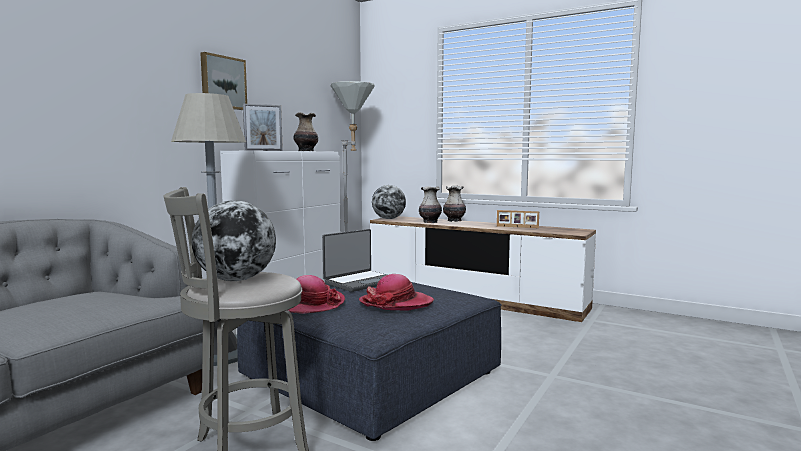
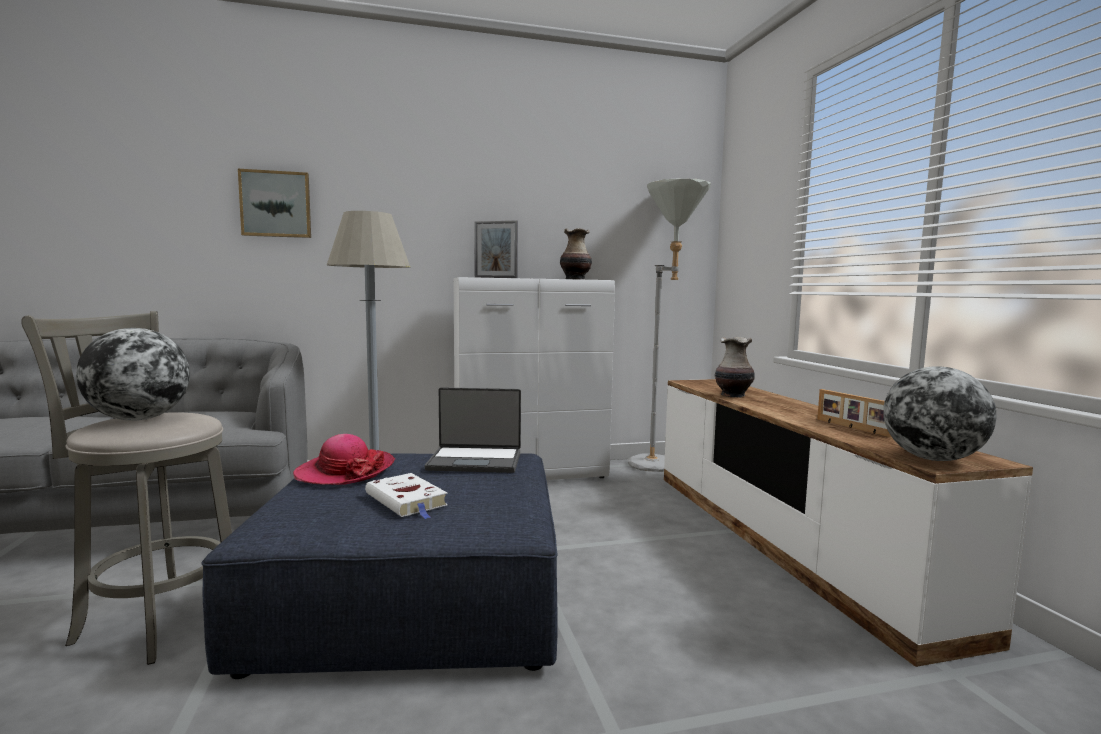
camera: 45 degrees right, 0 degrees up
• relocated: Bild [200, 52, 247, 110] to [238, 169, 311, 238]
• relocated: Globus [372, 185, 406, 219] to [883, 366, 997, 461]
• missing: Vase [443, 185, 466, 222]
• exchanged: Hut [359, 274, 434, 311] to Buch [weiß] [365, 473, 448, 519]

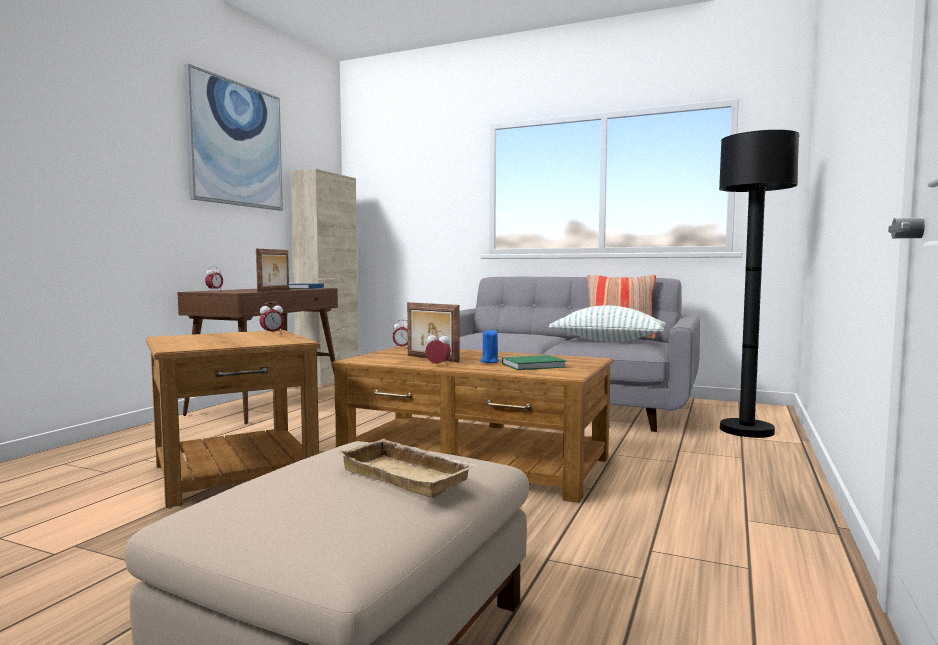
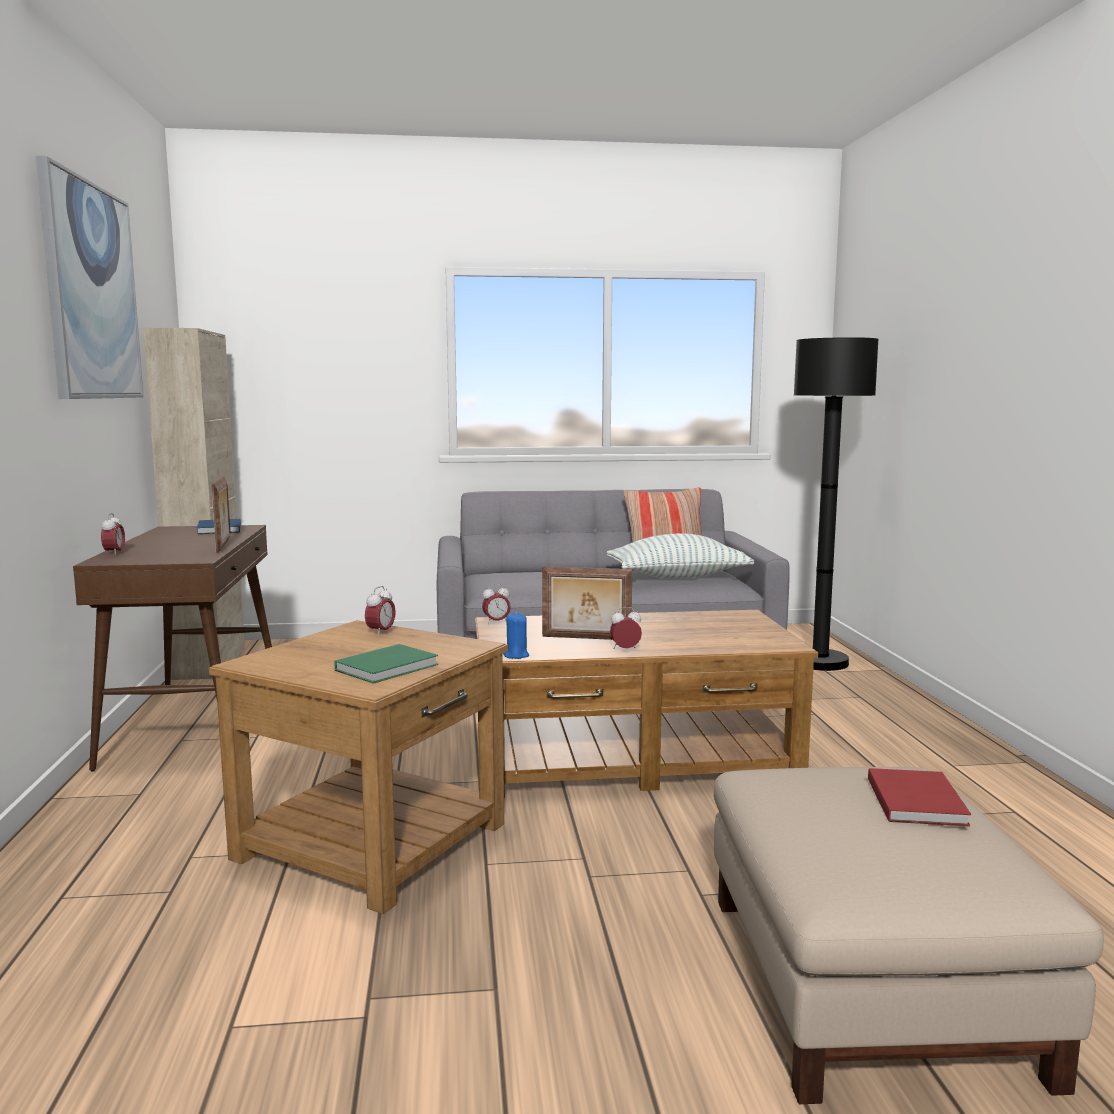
camera: 30 degrees left, 5 degrees up
• relocated: Kerze [blau] [480, 329, 499, 363] to [503, 612, 529, 659]
• relocated: Buch [grün] [502, 355, 566, 370] to [334, 644, 438, 684]
• exchanged: Tablett [beige] [336, 439, 478, 498] to Buch [rot] [868, 768, 971, 826]

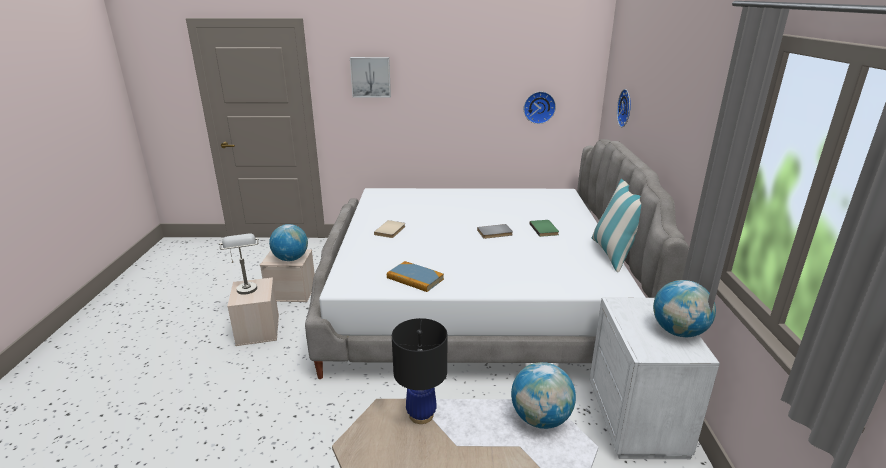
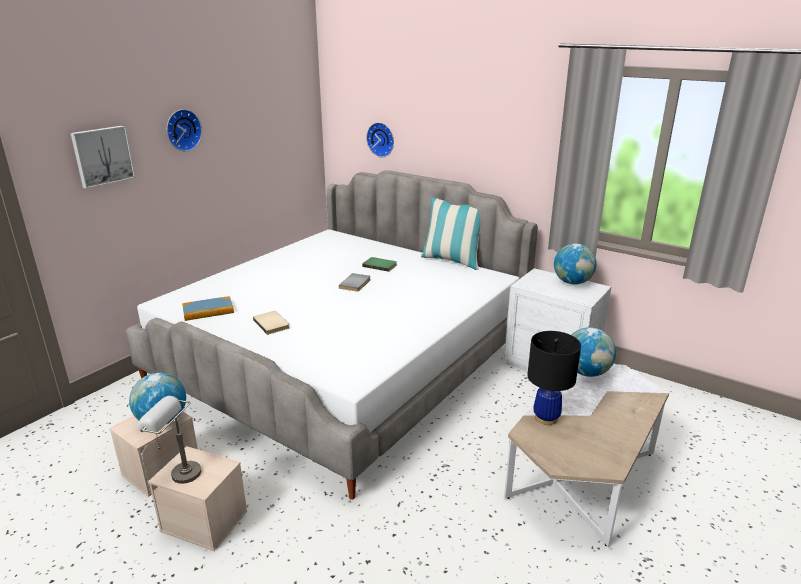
camera: 55 degrees left, 0 degrees up
• relocated: Wanduhr [524, 92, 556, 124] to [167, 109, 202, 151]
• relocated: Buch [387, 261, 444, 292] to [182, 296, 234, 321]

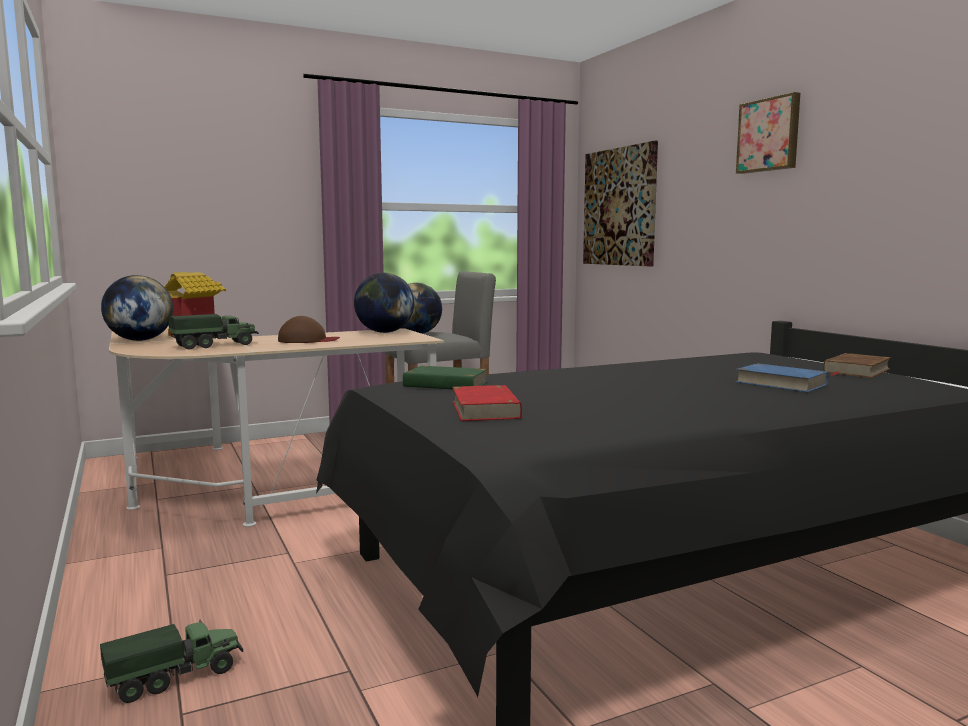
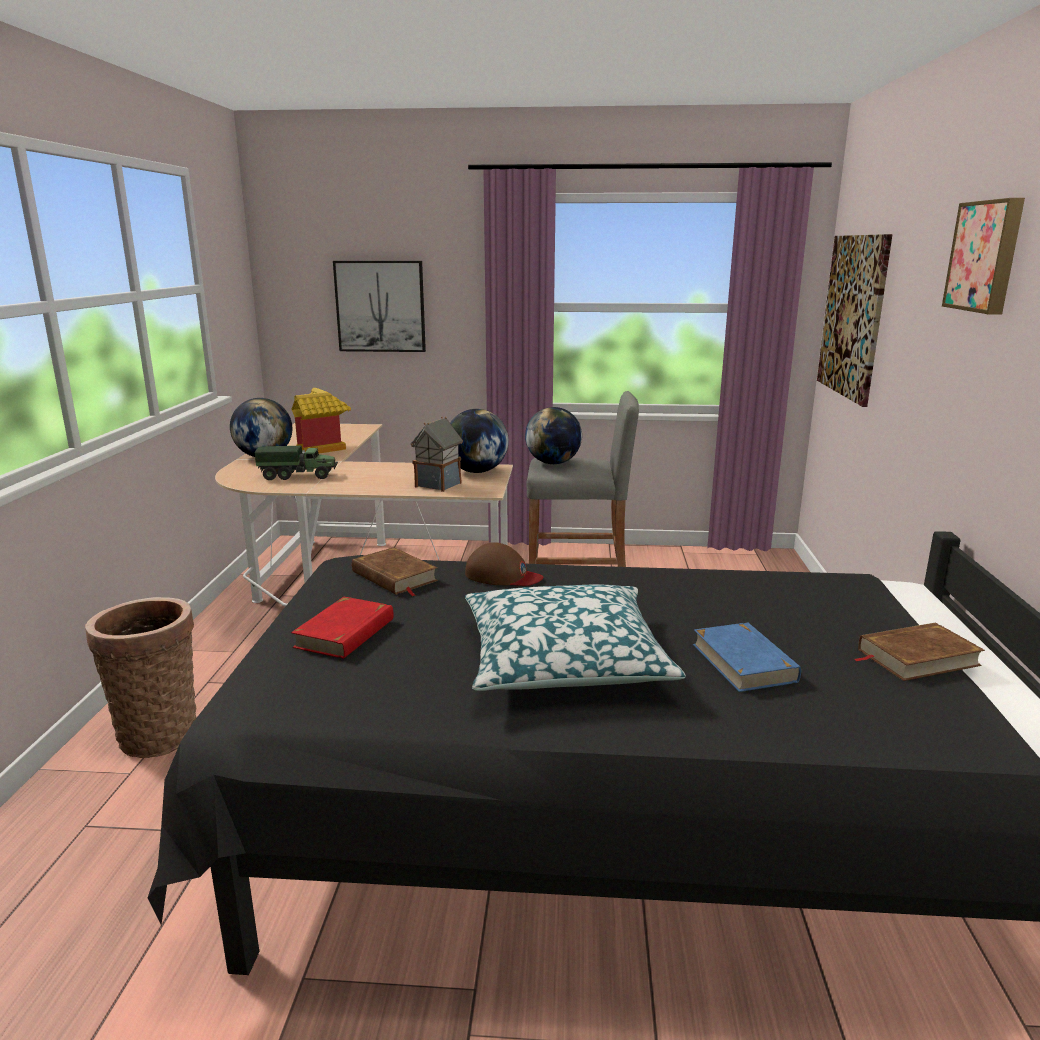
camera: 30 degrees right, 10 degrees up
• relocated: Kappe [braun] [278, 316, 340, 343] to [465, 542, 544, 586]
• colour: Buch [grün] [403, 366, 488, 390] to Buch [braun] [352, 547, 438, 596]
• missing: Spielzeuglaster [100, 620, 243, 703]
• appeared: Bild [333, 261, 426, 352]
• appeared: Spielzeughaus [410, 417, 463, 492]
• appeared: Kissen [465, 584, 686, 691]
• appeared: Korb [85, 597, 196, 758]

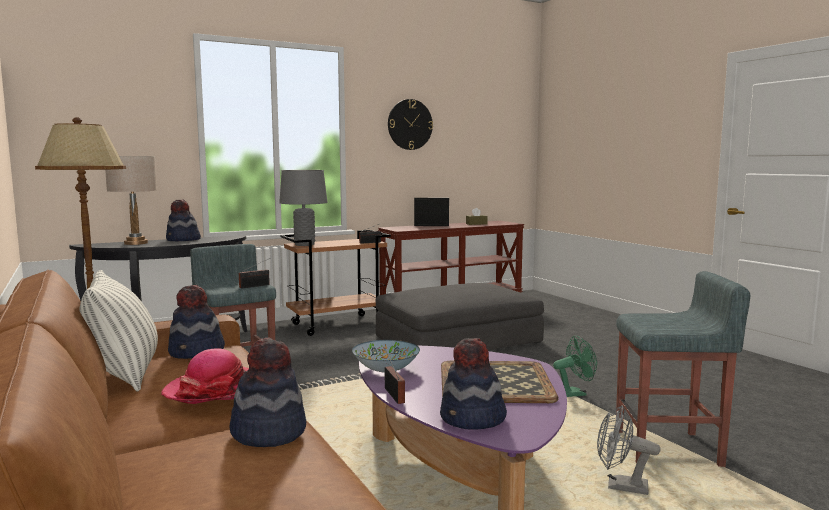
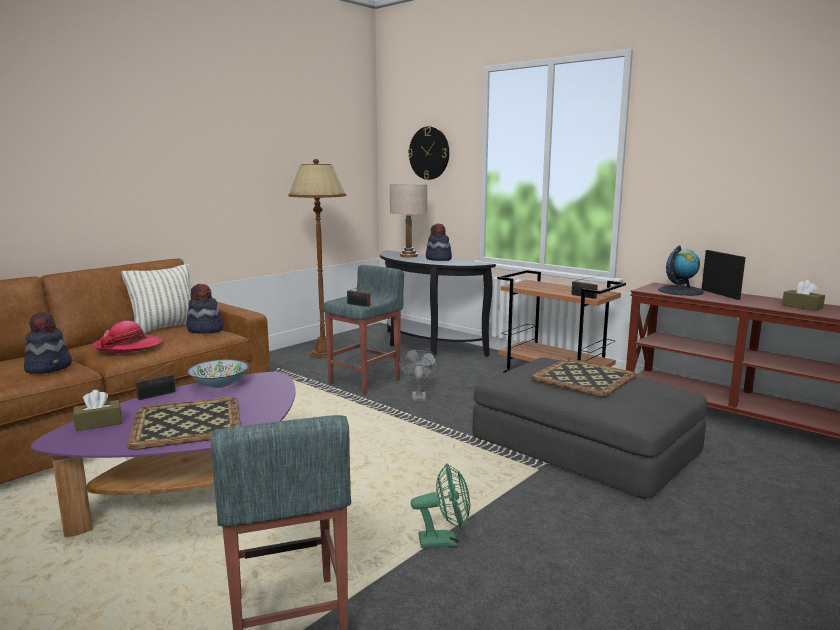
camera: 70 degrees right, 5 degrees up
• relocated: Wanduhr [388, 99, 433, 150] to [408, 126, 449, 180]
• missing: Tischlampe [grau] [279, 170, 328, 246]
• spun: Ventilator [grün] [553, 336, 597, 397] = [411, 463, 470, 548] 60 degrees counterclockwise
• exchanged: Hut [440, 338, 507, 430] to Taschentuchbox [braun] [73, 390, 122, 431]
• relocated: Ventilator [grau] [597, 405, 661, 495] to [399, 347, 439, 401]
• appeared: Globus [658, 245, 704, 296]
• appeared: Tablett [531, 358, 636, 397]

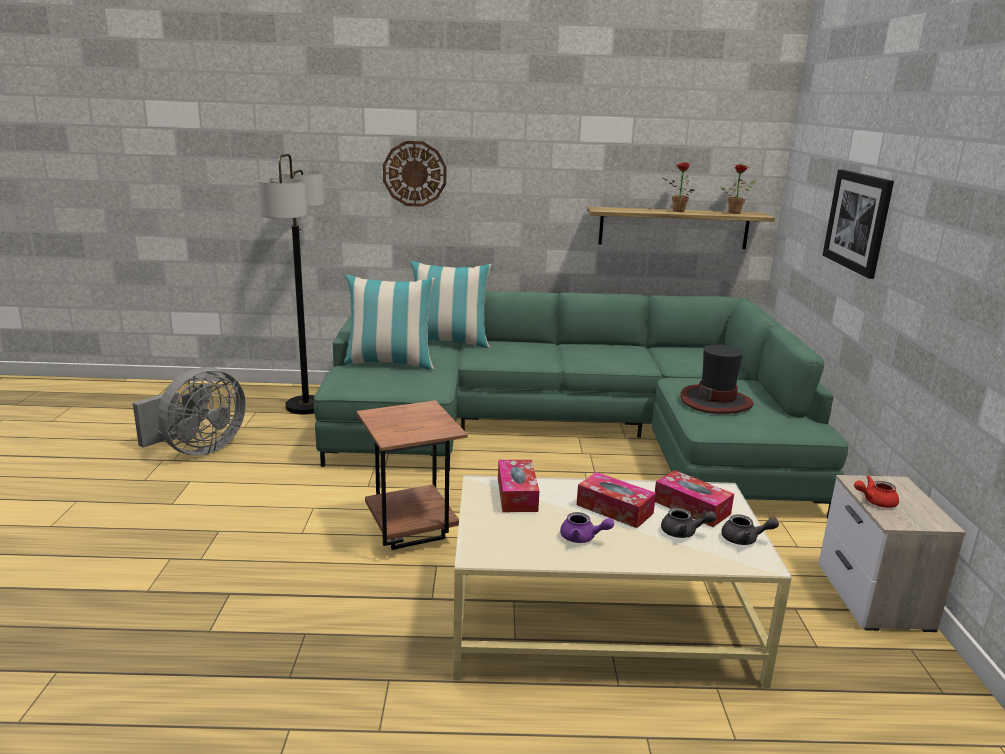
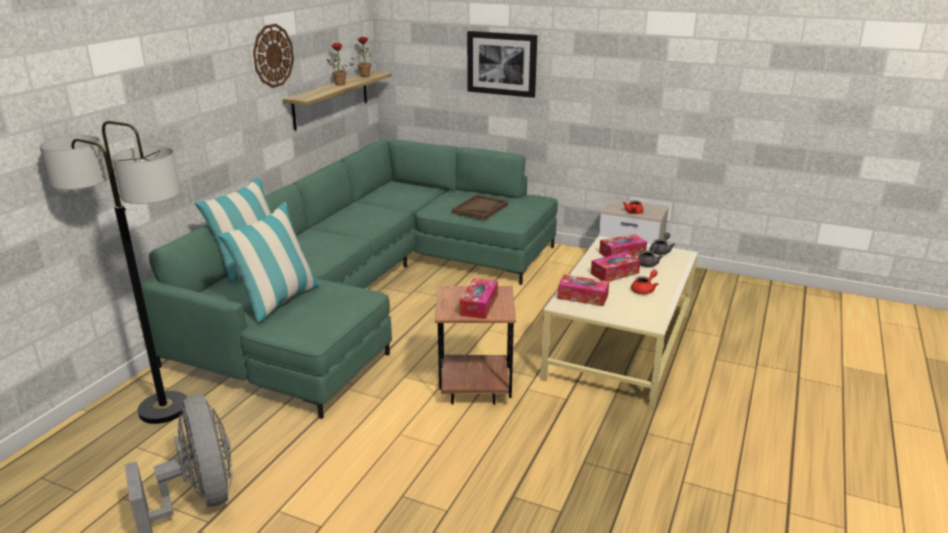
camera: 65 degrees left, 5 degrees up
• relocated: Wanduhr [383, 141, 446, 207] to [253, 24, 294, 88]
• exchanged: Hut [680, 345, 754, 414] to Tablett [braun] [452, 195, 508, 220]
• colour: Teekanne [lila] [560, 512, 614, 543] to Teekanne [rot] [631, 270, 658, 294]
• appeared: Taschentuchbox [460, 278, 498, 319]

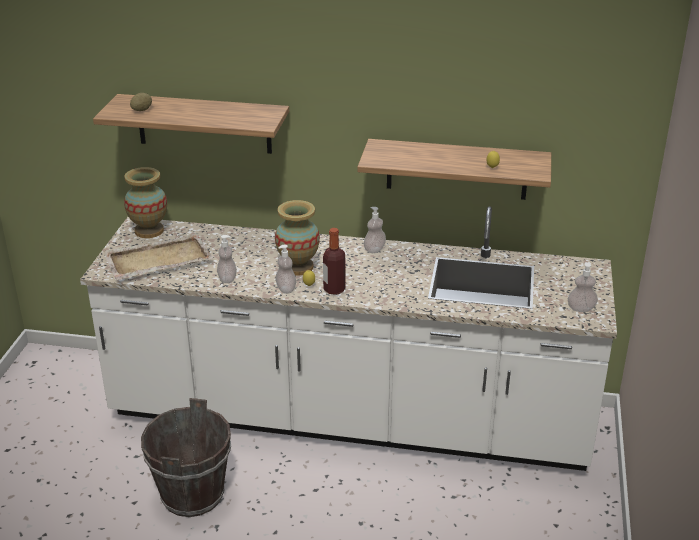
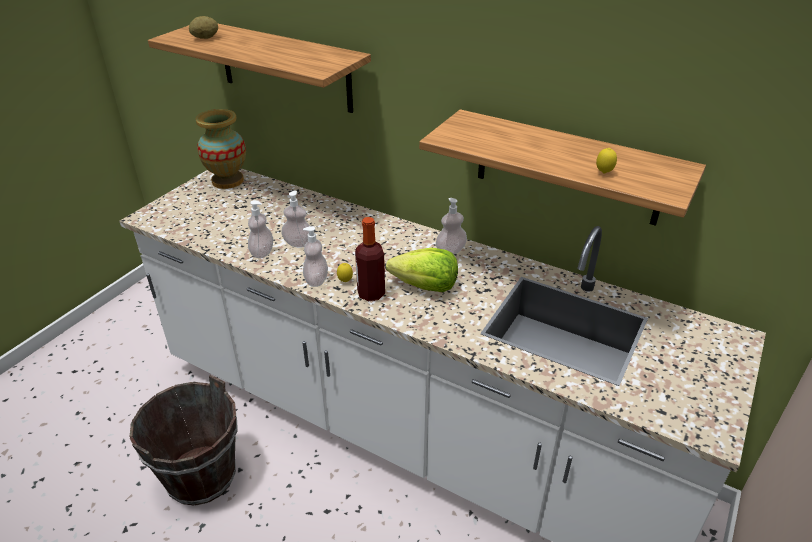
camera: 20 degrees right, 5 degrees up
• missing: Vase [275, 200, 320, 276]
• missing: Tablett [beige] [103, 233, 213, 280]
• relocated: Seifenspender [568, 262, 598, 312] to [281, 191, 310, 247]
• appeared: Salatkopf [386, 248, 458, 292]

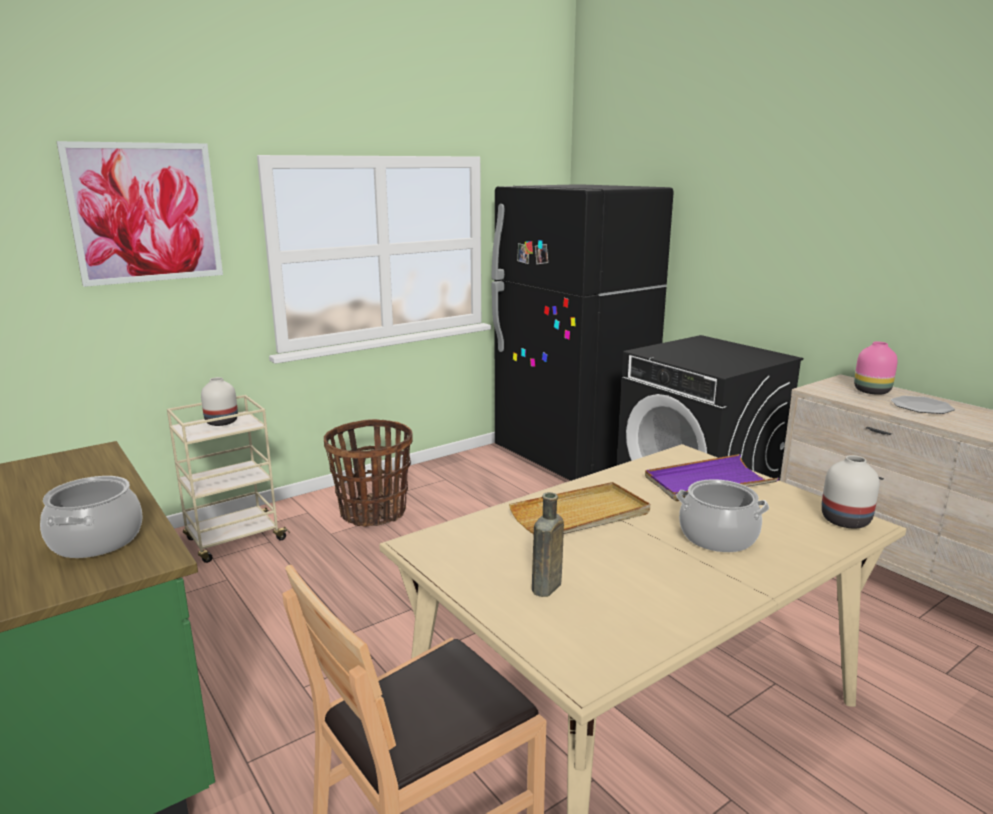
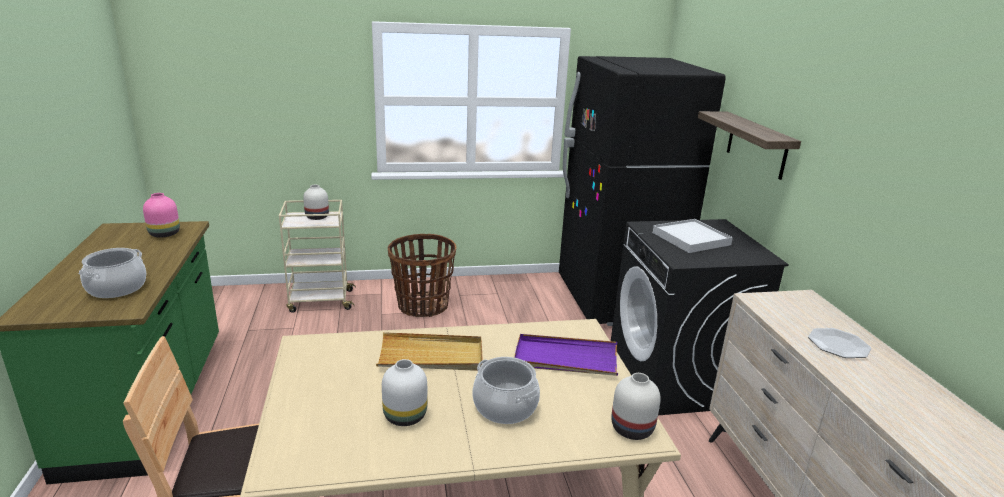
camera: 25 degrees right, 5 degrees up
• missing: Bild [56, 141, 223, 287]
• relocated: Vase [rosa] [854, 342, 898, 395] to [143, 193, 180, 238]
• missing: Flasche [braun] [532, 492, 564, 597]
• appeared: Wandregal [698, 111, 801, 180]
• appeared: Tablett [weiß] [653, 219, 733, 253]
• appeared: Vase [weiß] [382, 359, 427, 426]

